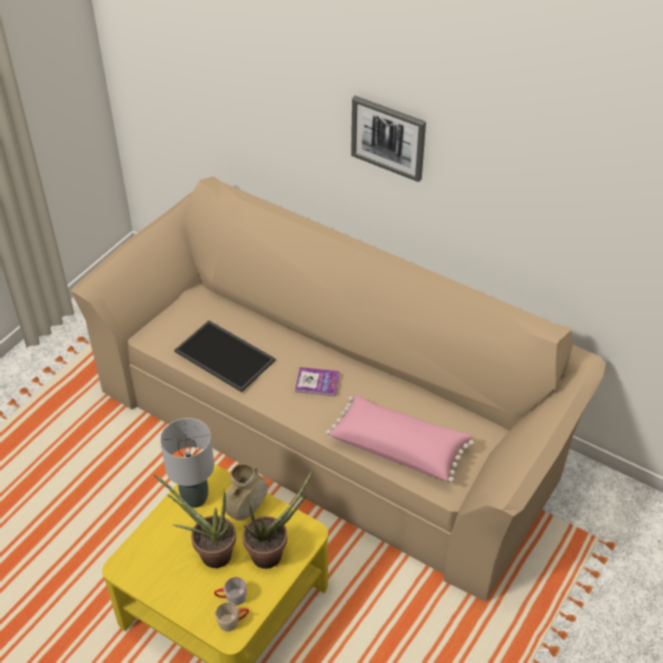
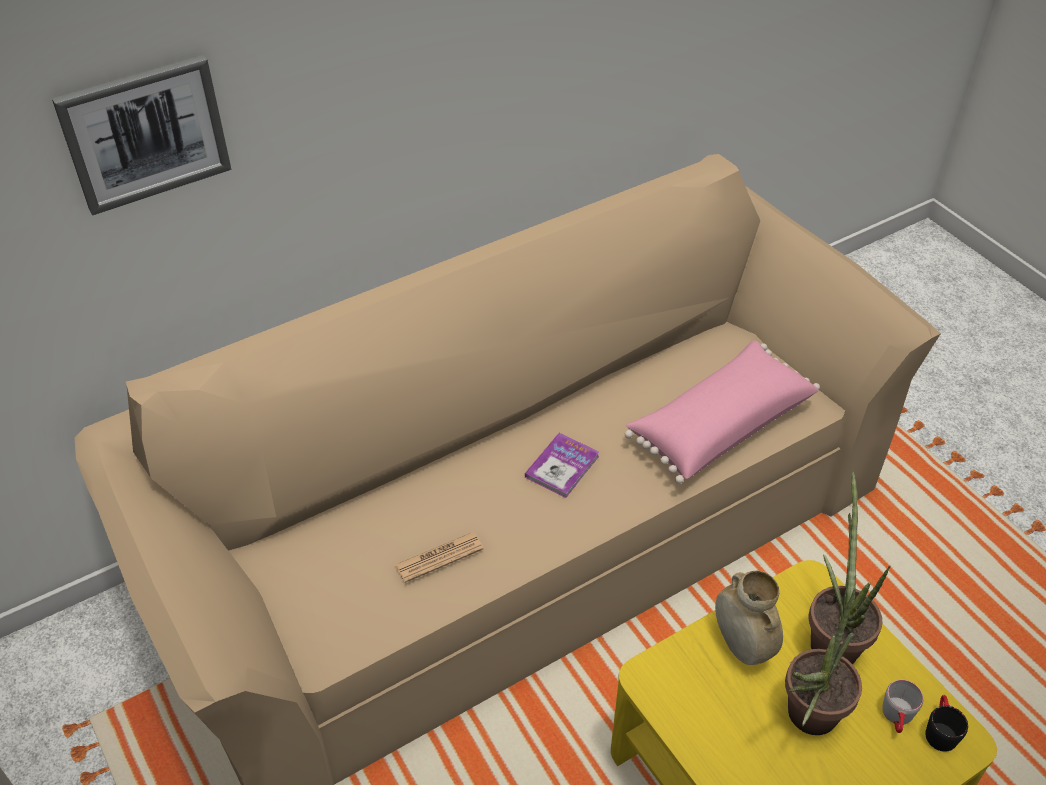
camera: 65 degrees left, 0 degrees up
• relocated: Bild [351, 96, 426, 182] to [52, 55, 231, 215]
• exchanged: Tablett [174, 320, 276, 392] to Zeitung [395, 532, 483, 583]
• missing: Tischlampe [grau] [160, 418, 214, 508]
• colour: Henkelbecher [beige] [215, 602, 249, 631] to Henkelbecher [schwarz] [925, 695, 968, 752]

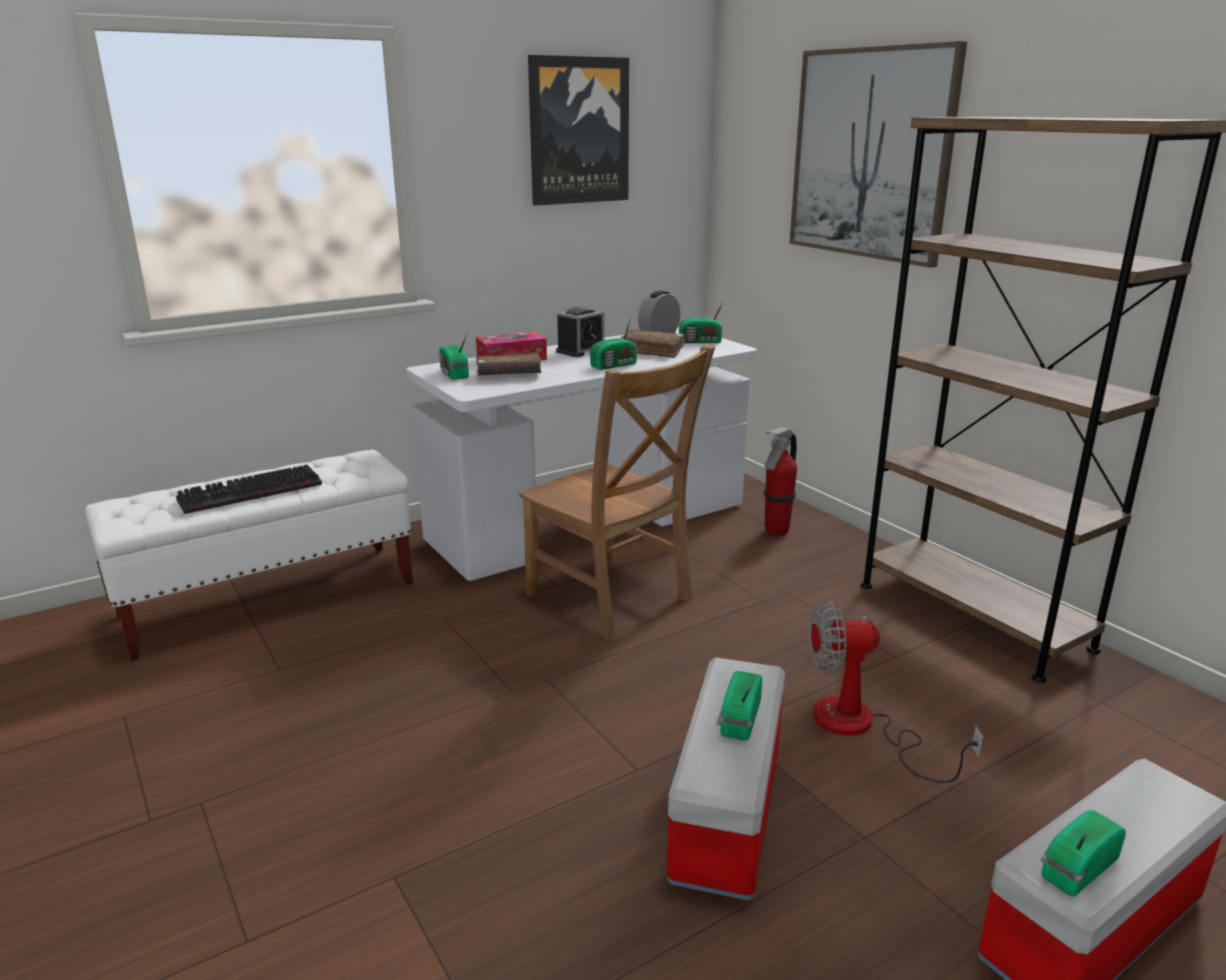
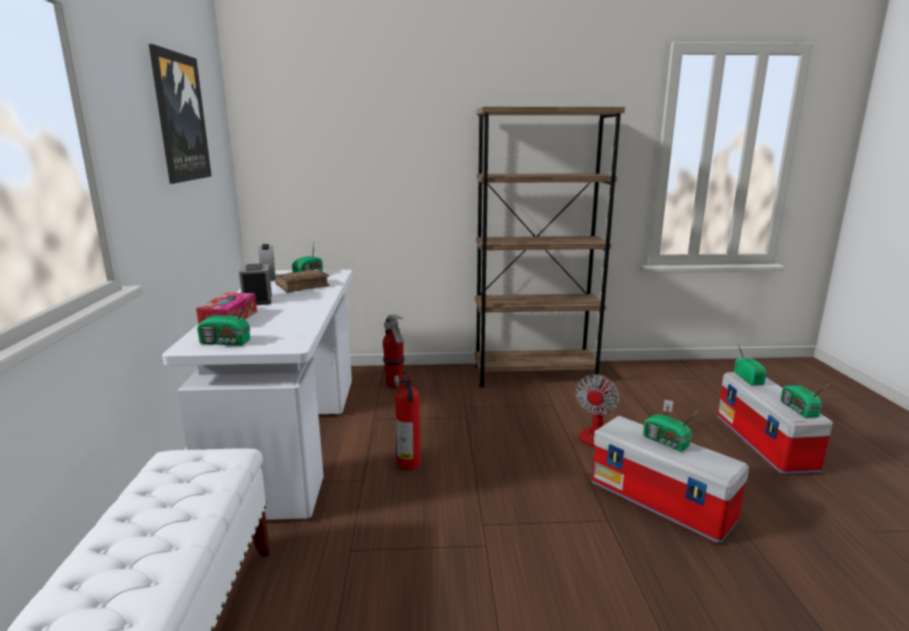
camera: 60 degrees left, 5 degrees down
• missing: Bild [789, 41, 967, 268]
• relocated: Radio [590, 316, 638, 370] to [734, 341, 766, 385]
• exchanged: Stuhl [braun] [519, 345, 715, 642] to Feuerlöscher [394, 371, 421, 470]
• missing: Buch [braun] [476, 353, 542, 376]
• missing: Tastatur [176, 465, 322, 514]

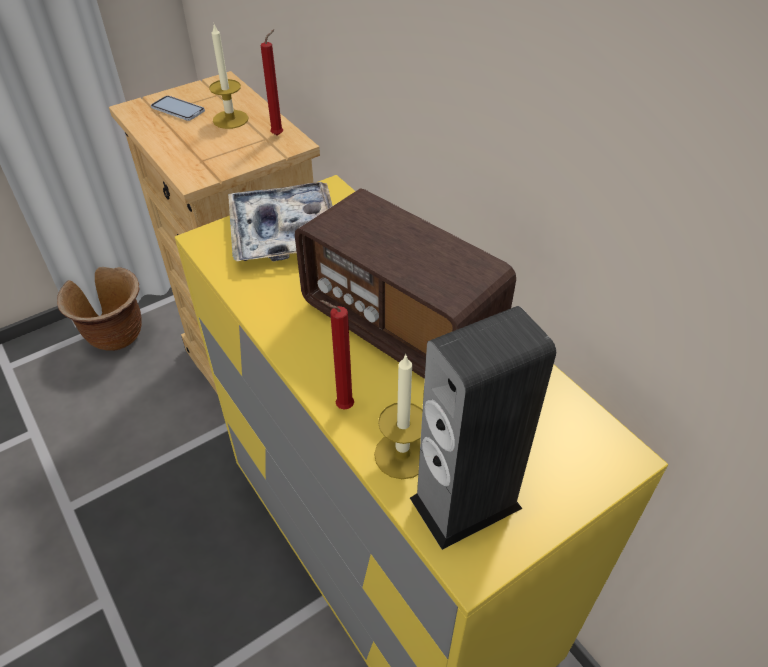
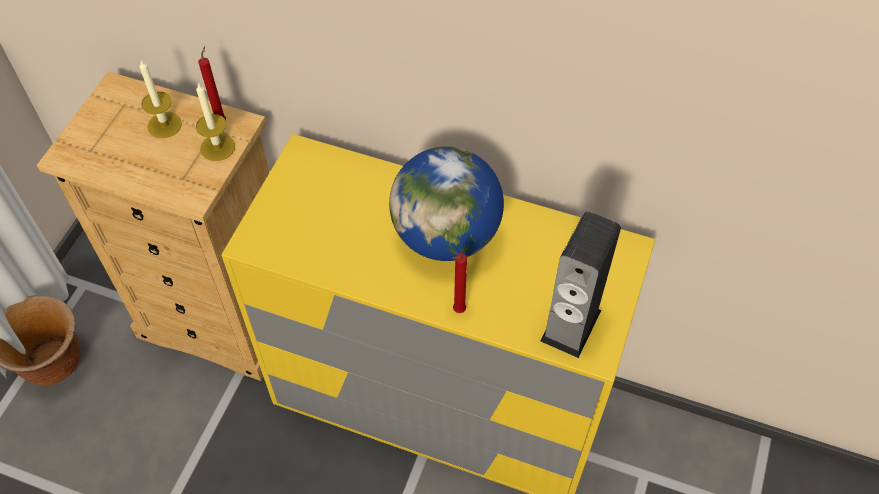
camera: 35 degrees left, 10 degrees up
• missing: Handy [151, 96, 205, 121]
• missing: Tablett [228, 182, 333, 262]
• exchanged: Radio [295, 188, 516, 379] to Globus [389, 146, 504, 261]
• relocated: Kerze [374, 353, 423, 479] to [196, 83, 235, 161]

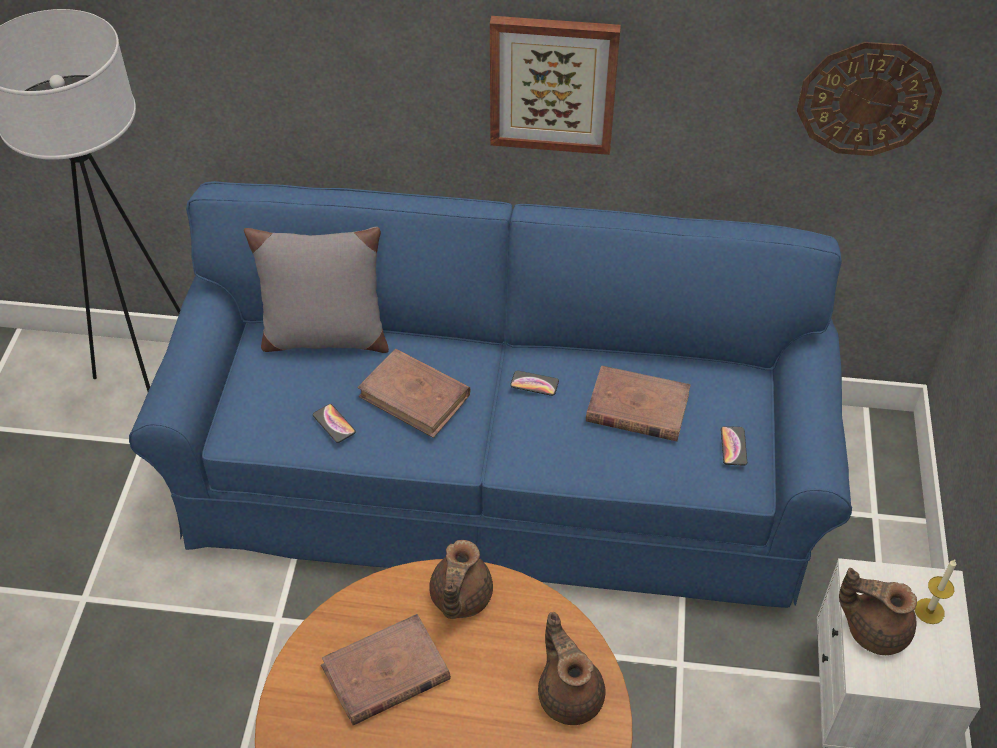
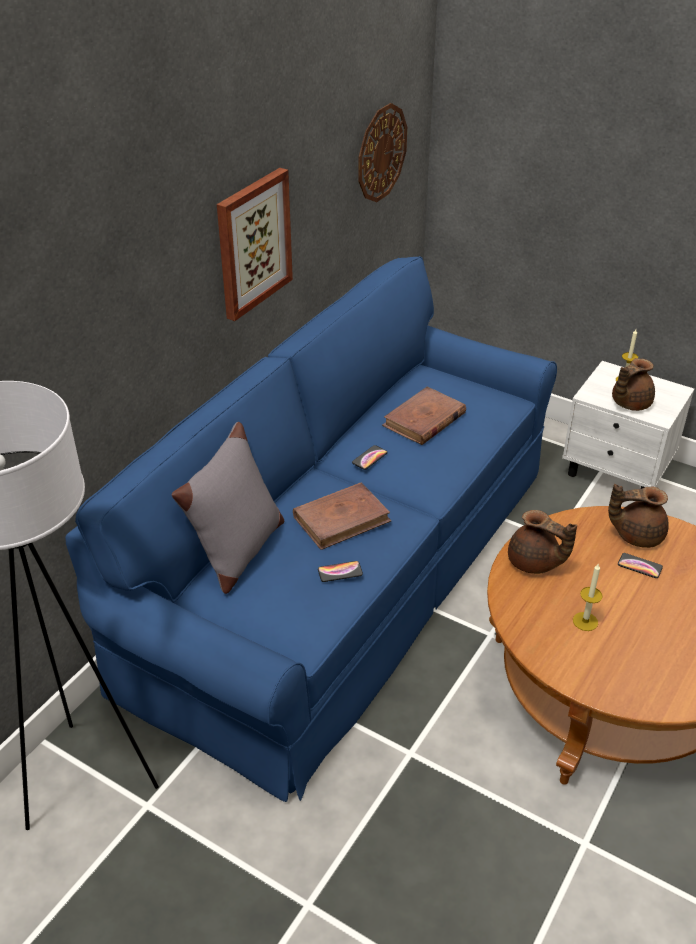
camera: 65 degrees left, 10 degrees down
• relocated: Handy [721, 426, 747, 466] to [618, 553, 663, 578]
• exchanged: Buch [braun] [321, 614, 451, 726] to Kerze [573, 563, 602, 631]

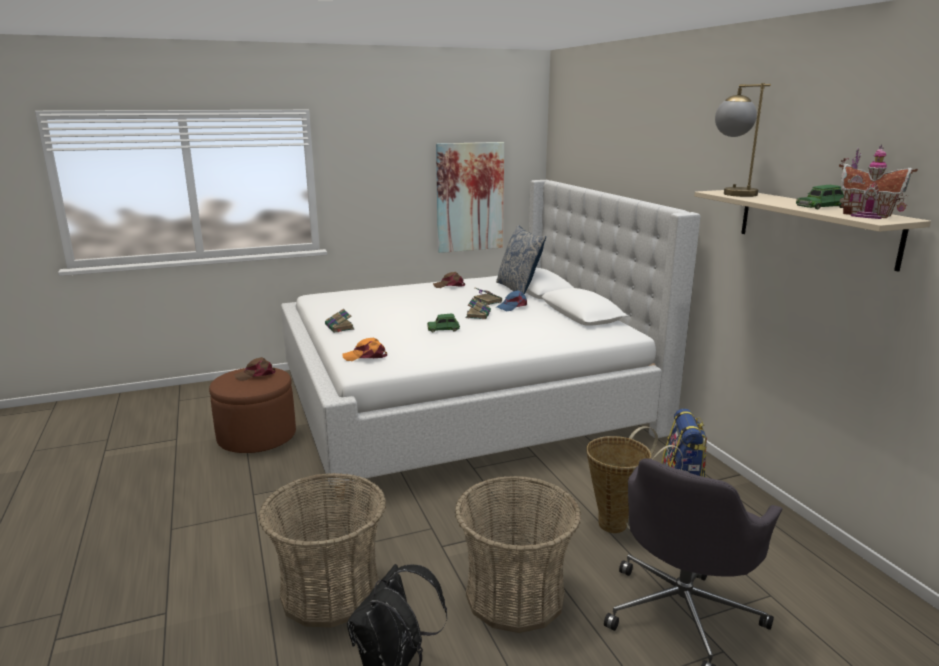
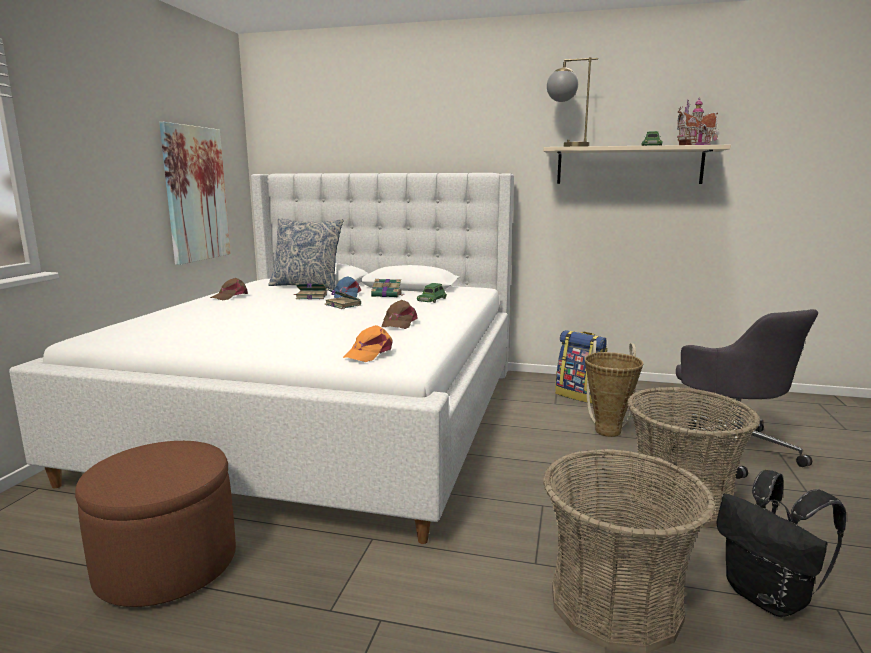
camera: 55 degrees left, 5 degrees down
• relocated: Buch [325, 309, 355, 333] to [371, 279, 402, 297]
• relocated: Spielzeugauto [grün] [427, 314, 460, 332] to [417, 283, 447, 303]
• relocated: Kappe [braun] [234, 357, 275, 381] to [382, 300, 418, 329]

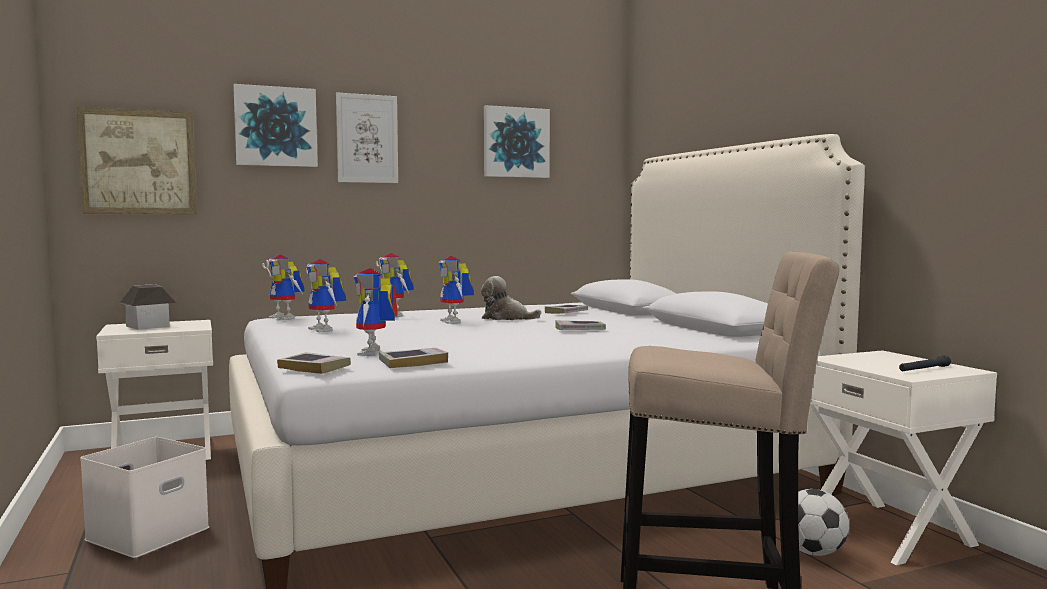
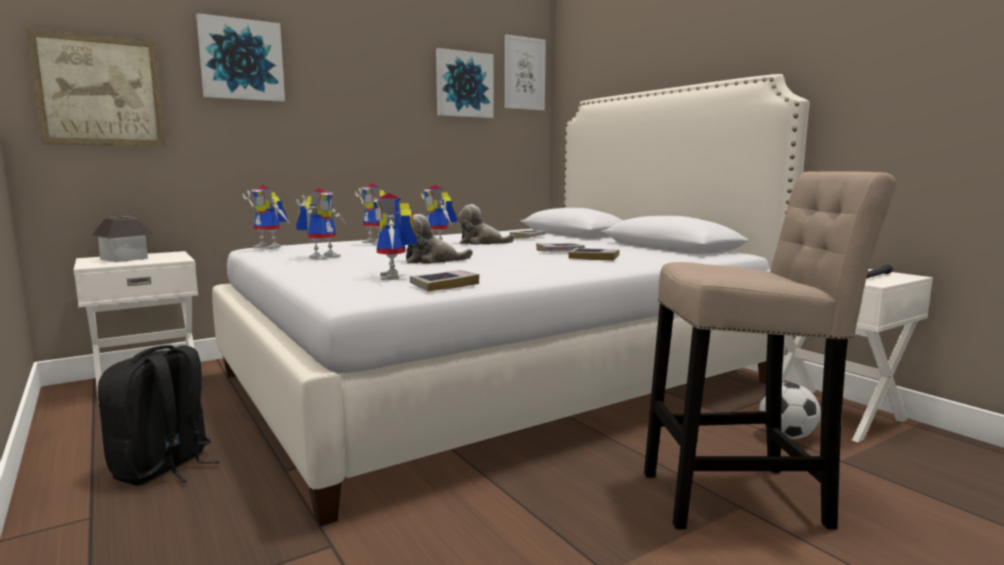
camera: 10 degrees left, 5 degrees up
• relocated: Bild [336, 92, 398, 183] to [505, 34, 546, 111]
• spun: Spielzeugroboter [306, 259, 346, 332] = [296, 188, 349, 260] 105 degrees counterclockwise
• relocated: Buch [277, 352, 351, 374] to [569, 248, 620, 260]
• exchanged: Aufbewahrungsbox [weiß] [80, 437, 209, 558] to Rucksack [schwarz] [98, 345, 220, 486]
• appeared: Plüschtier [406, 214, 473, 264]

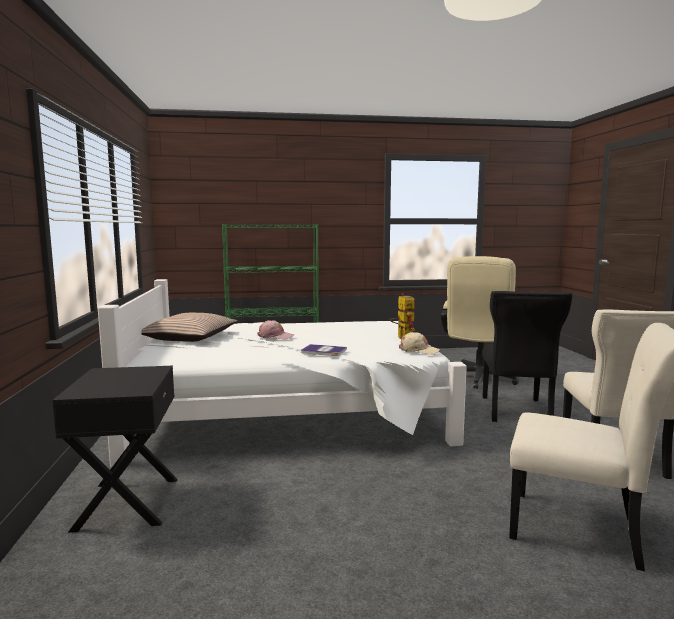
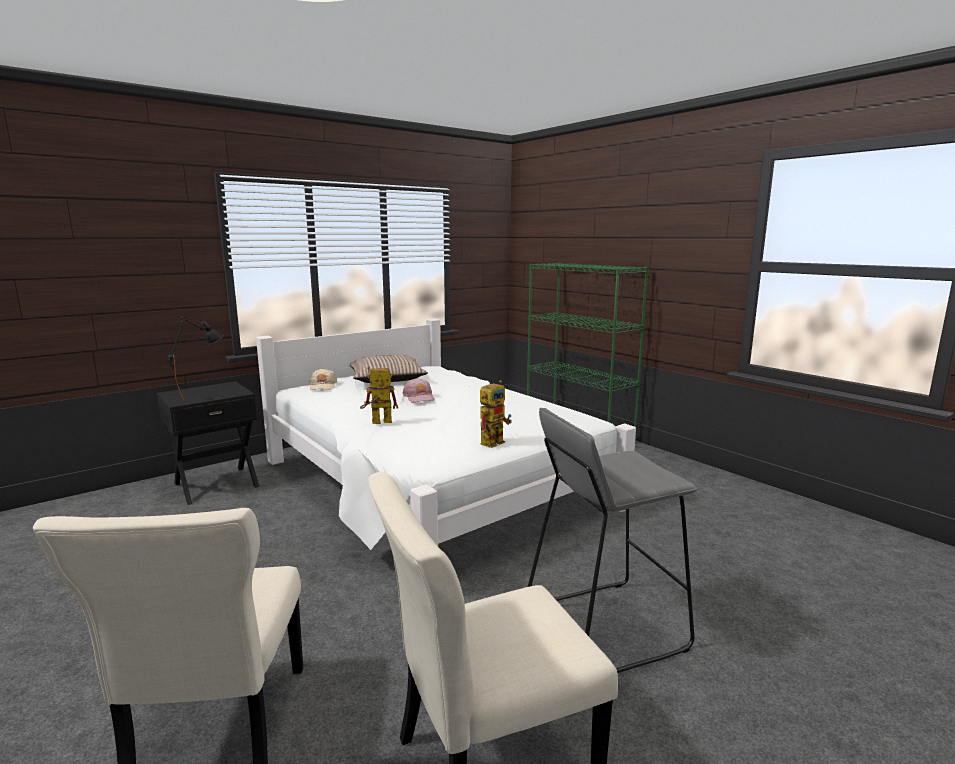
camera: 60 degrees right, 5 degrees up
• missing: Bürostuhl [beige] [441, 256, 519, 389]
• exchanged: Stuhl [schwarz] [482, 291, 573, 422] to Hocker [grau] [528, 408, 697, 673]
• relocated: Kappe [beige] [399, 332, 440, 355] to [310, 368, 337, 390]
• exchanged: Buch [301, 344, 347, 356] to Spielzeugroboter [360, 367, 398, 424]
• appeared: Tischlampe [schwarz] [168, 317, 224, 402]

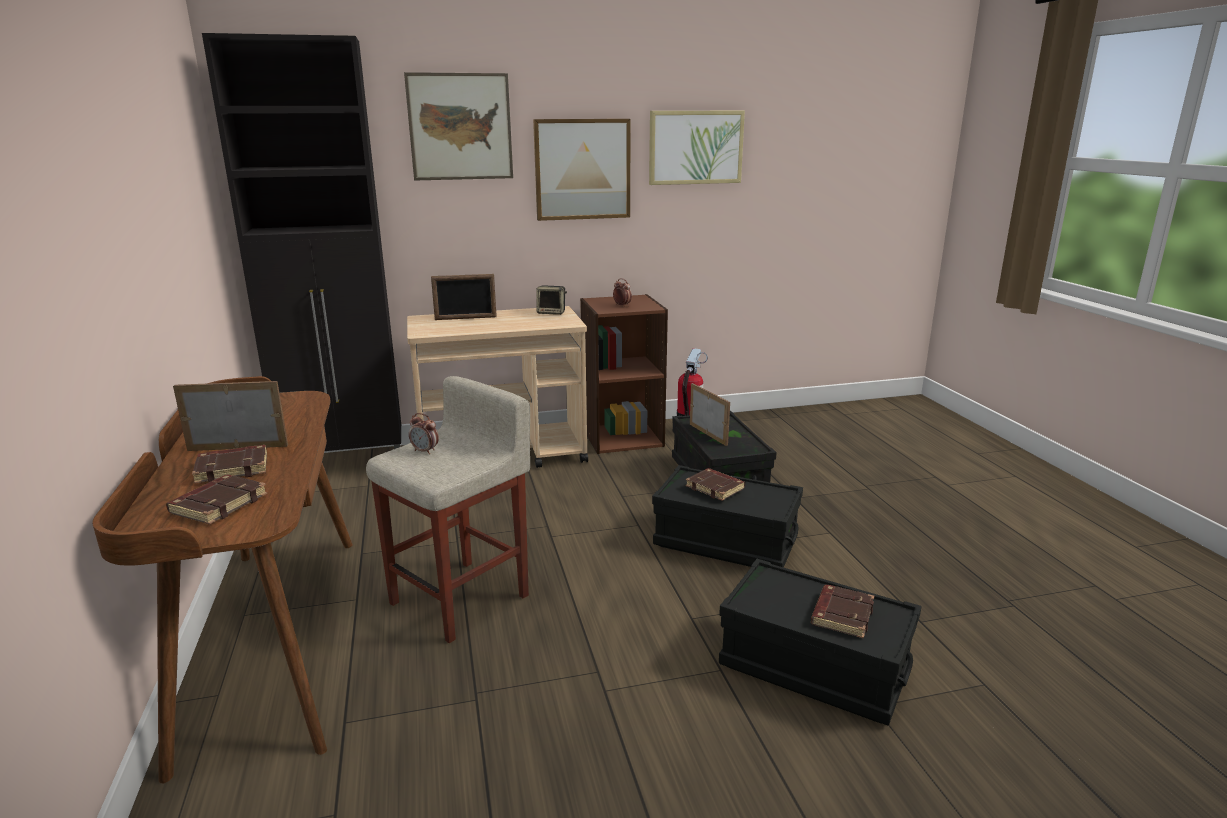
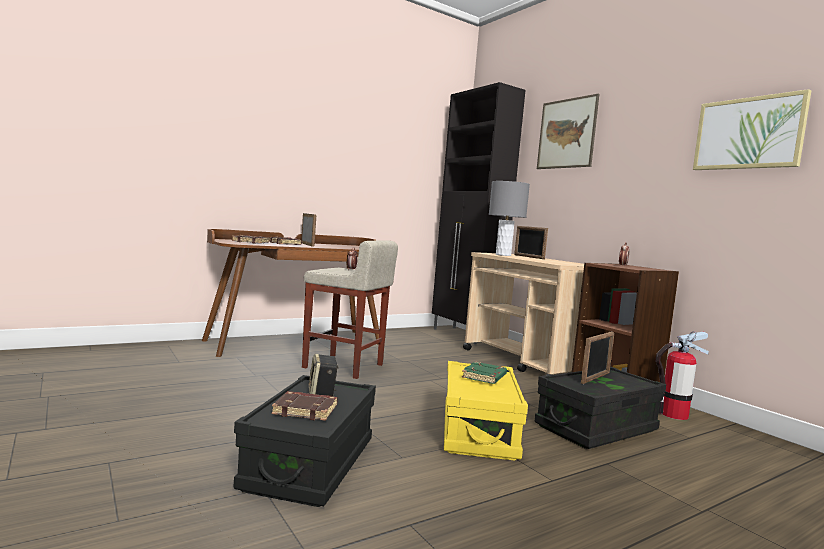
camera: 70 degrees right, 15 degrees down
• missing: Bild [533, 119, 631, 221]
• relocated: Lautsprecher [536, 285, 567, 315] to [309, 354, 339, 397]
• colour: Aufbewahrungsbox [schwarz] [652, 465, 803, 567] to Aufbewahrungsbox [gelb] [444, 361, 528, 461]
• colour: Buch [braun] [685, 468, 745, 501] to Buch [grün] [462, 362, 507, 384]
• appeared: Tischlampe [grau] [489, 181, 530, 256]

